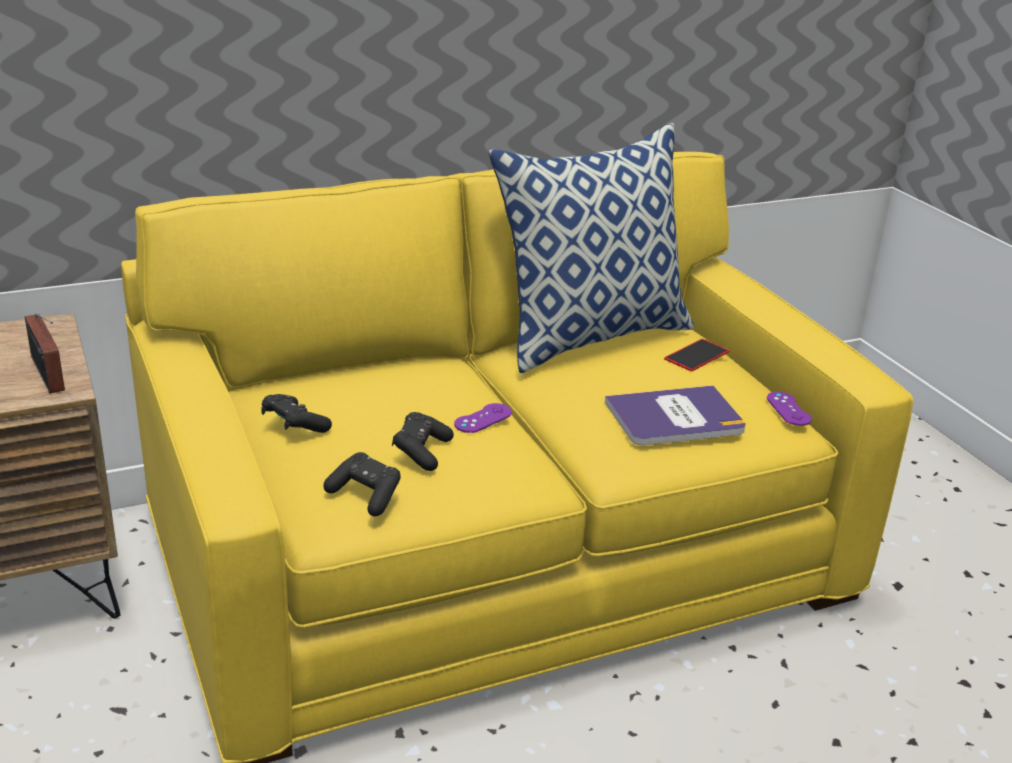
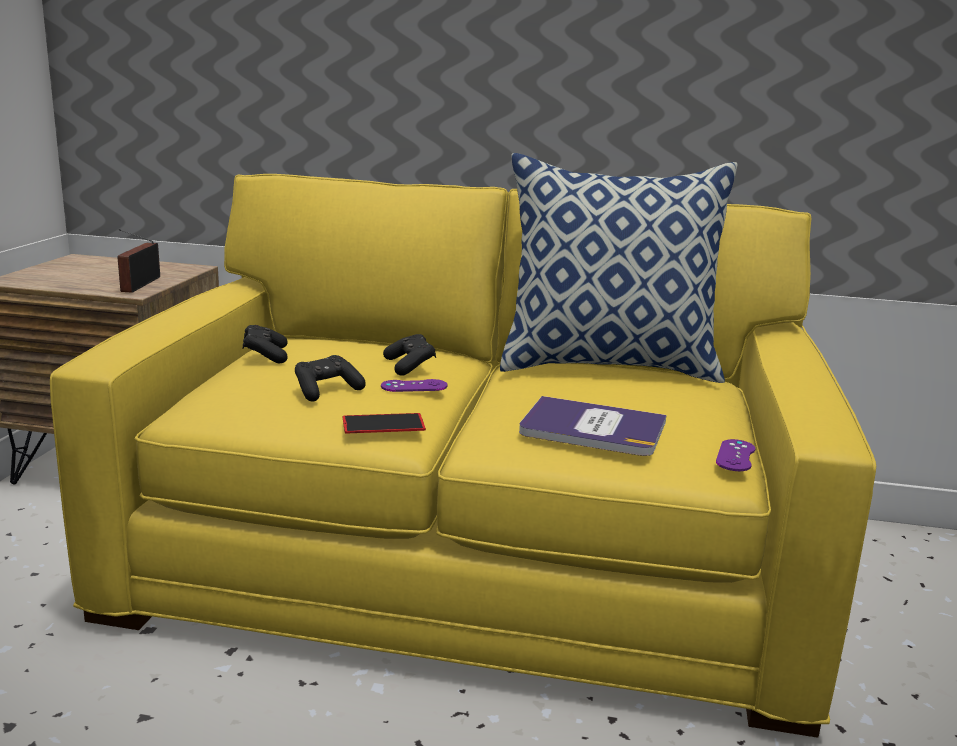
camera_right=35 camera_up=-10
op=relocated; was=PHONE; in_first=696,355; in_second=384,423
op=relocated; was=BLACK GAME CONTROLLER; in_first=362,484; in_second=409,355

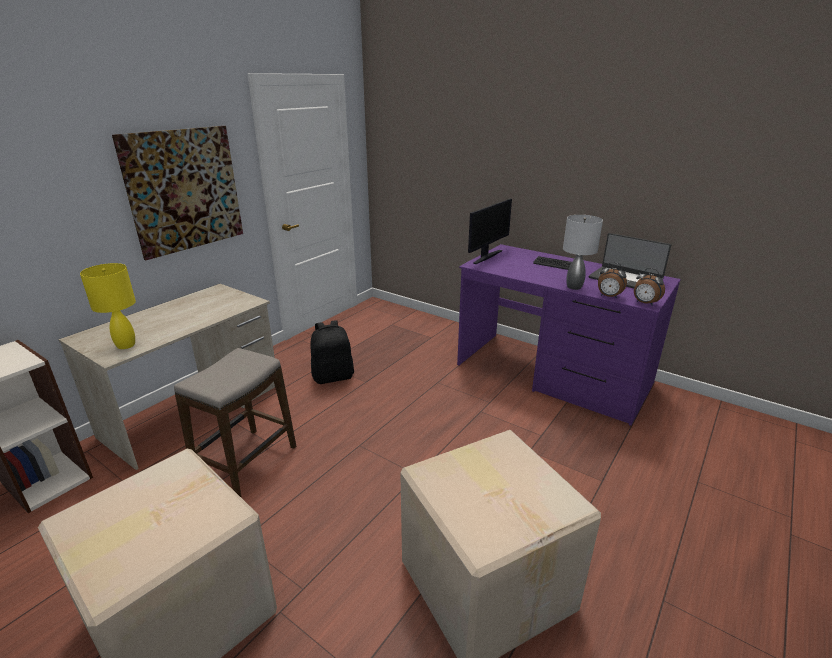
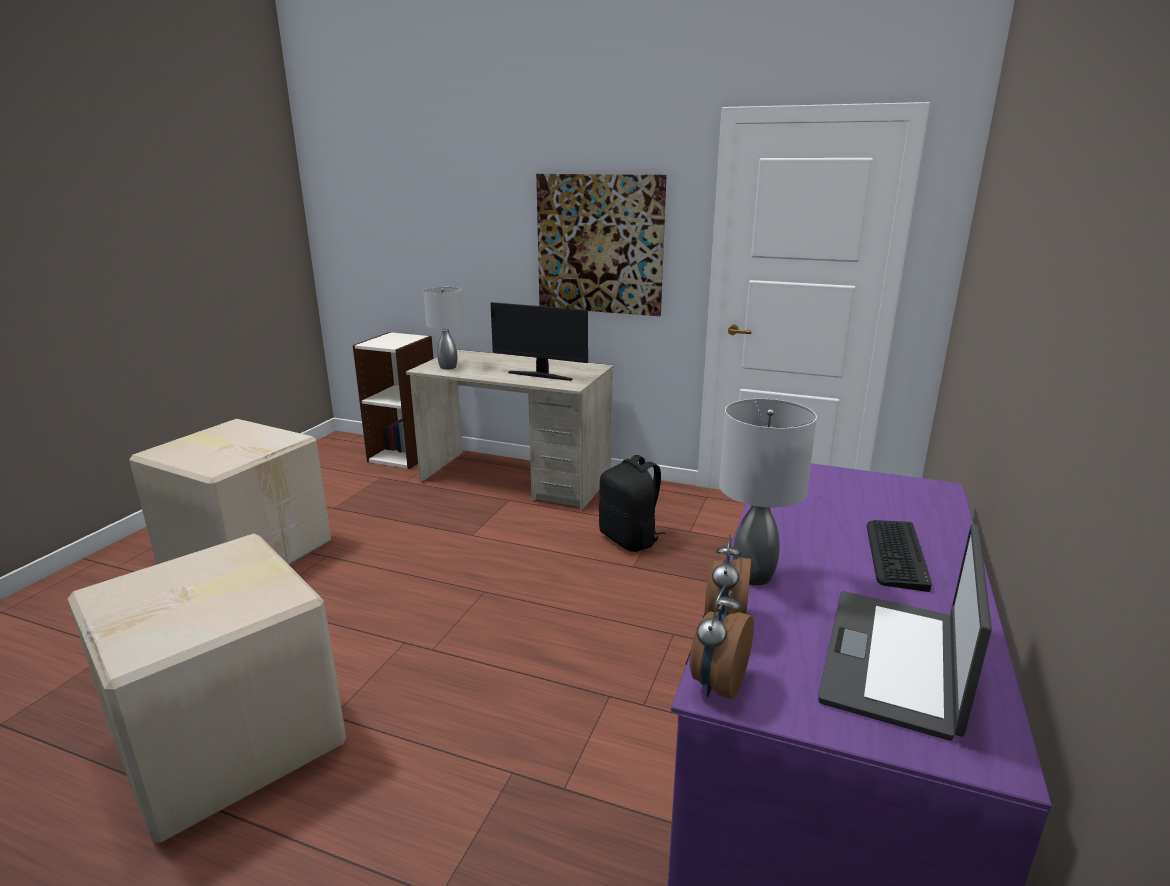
camera_right=75 camera_up=-5
op=relocated; was=MONITOR; in_first=490,231; in_second=539,341
op=colour; was=YELLOW TABLE LAMP; now=GREY TABLE LAMP; in_first=108,306; in_second=443,328
op=missing; was=STOOL; in_first=235,422

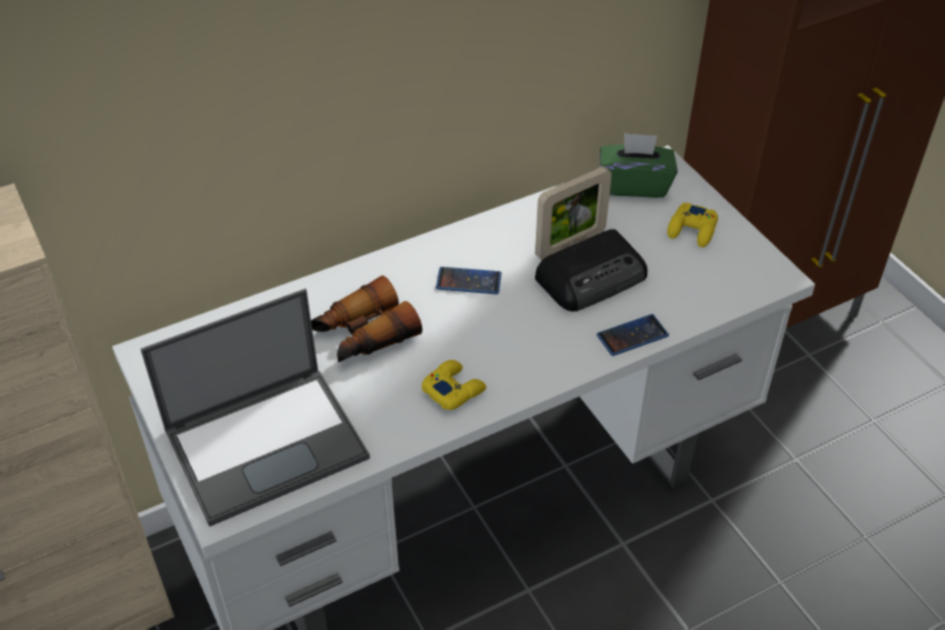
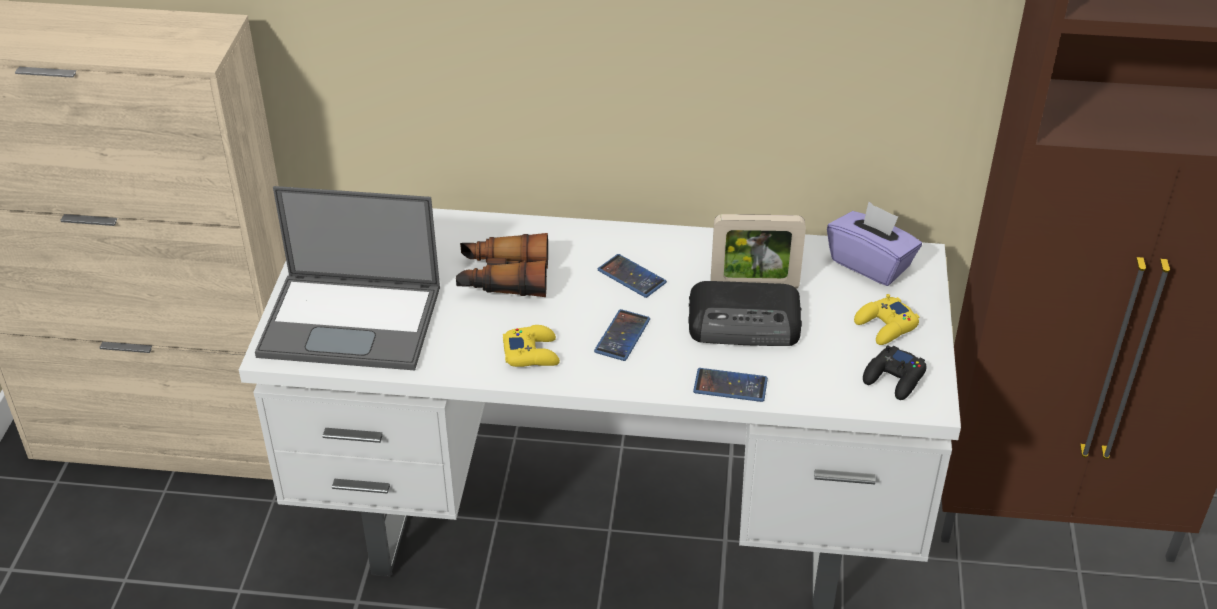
camera_right=35 camera_up=-5
op=colour; was=GREEN TISSUE BOX; now=PURPLE TISSUE BOX; in_first=638,165; in_second=874,244
op=appeared; now=PHONE; in_second=622,335
op=appeared; now=BLACK GAME CONTROLLER; in_second=895,372

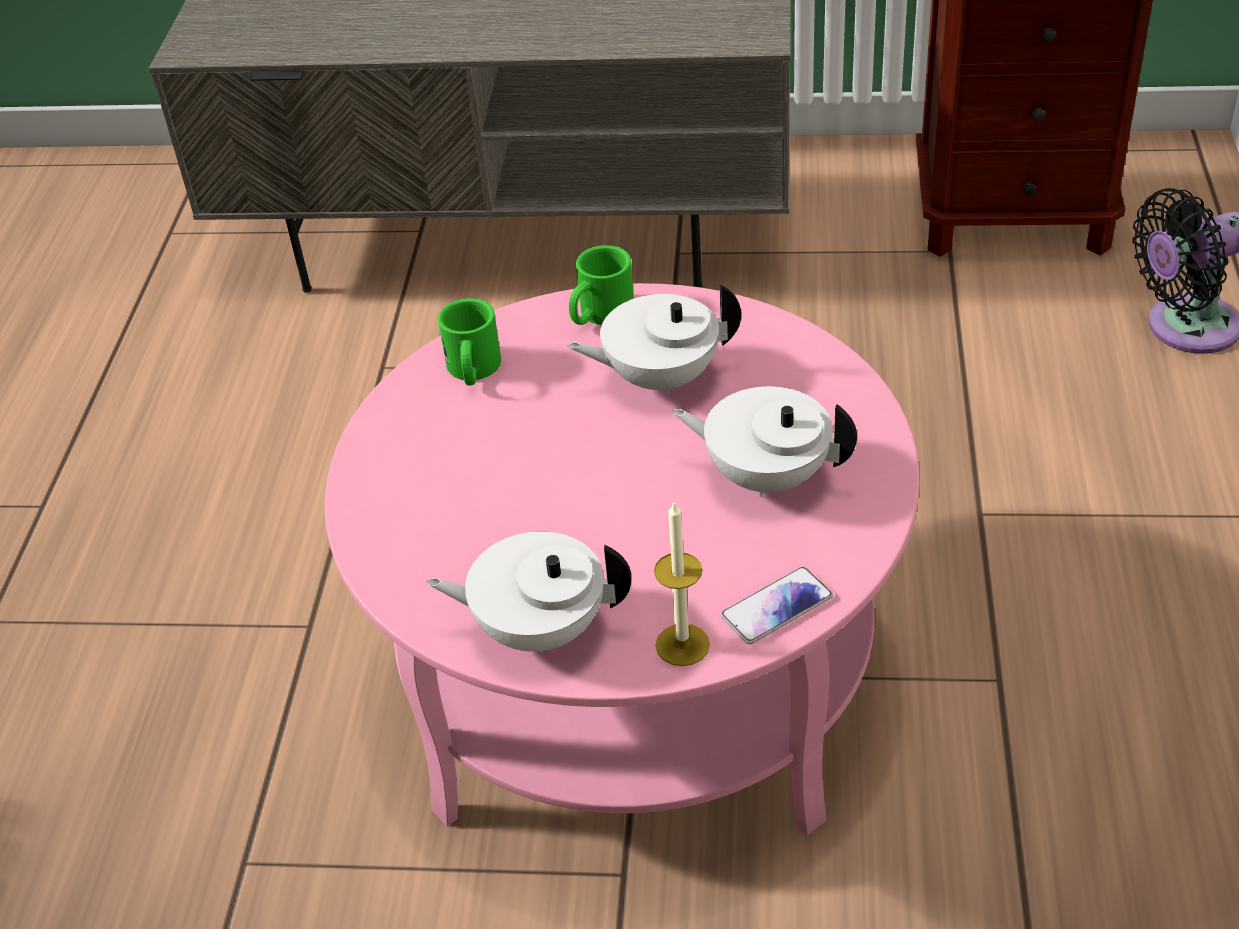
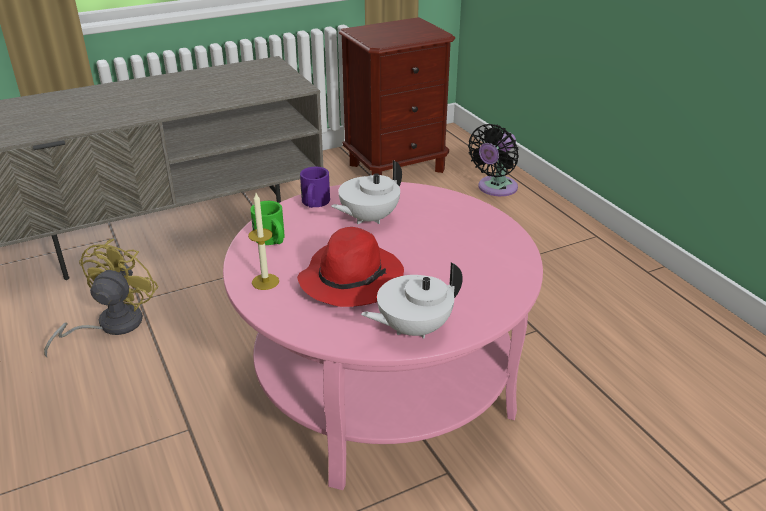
camera_right=-35 camera_up=-10
op=colour; was=GREEN MUG; now=PURPLE MUG; in_first=601,285; in_second=315,187
op=missing; was=WHITE TEAPOT; in_first=764,441
op=relocated; was=CANDLE; in_first=682,584; in_second=263,241
op=missing; was=PHONE; in_first=777,605
op=appeared; now=RED HAT; in_second=350,267
op=appeared; now=YELLOW FAN; in_second=101,298

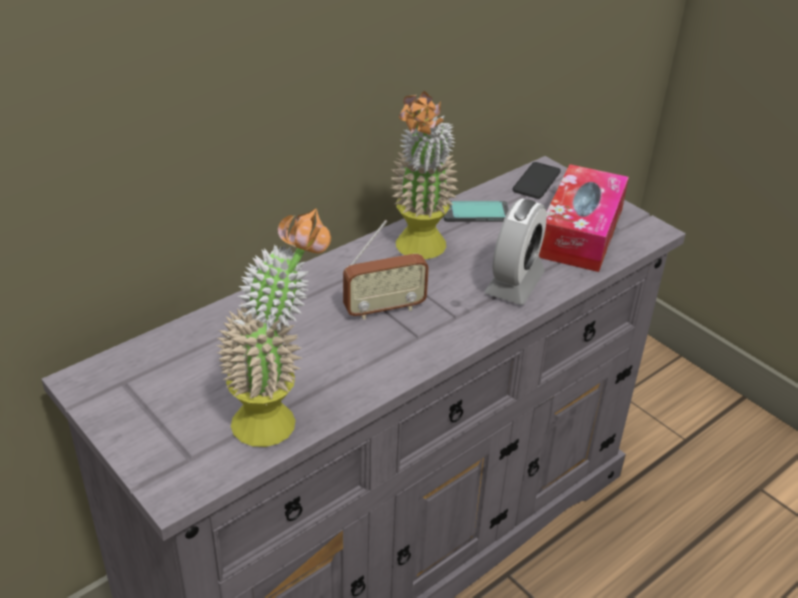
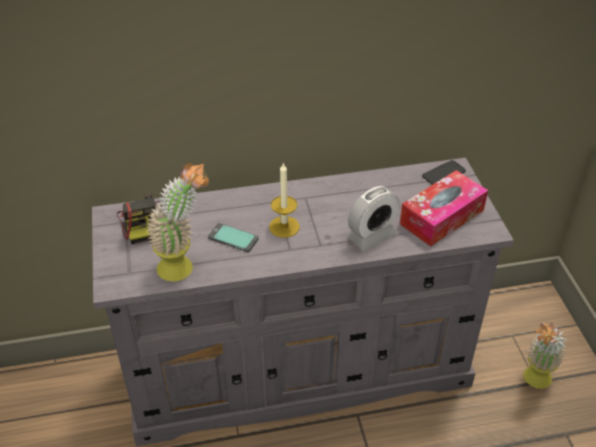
camera_right=30 camera_up=5
op=relocated; was=POTTED PLANT; in_first=424,175; in_second=545,356
op=relocated; was=PHONE; in_first=476,211; in_second=233,237
op=exchanged; was=RADIO; now=CANDLE; in_first=386,270; in_second=284,200
op=appeared; now=PHOTO CAMERA; in_second=139,219

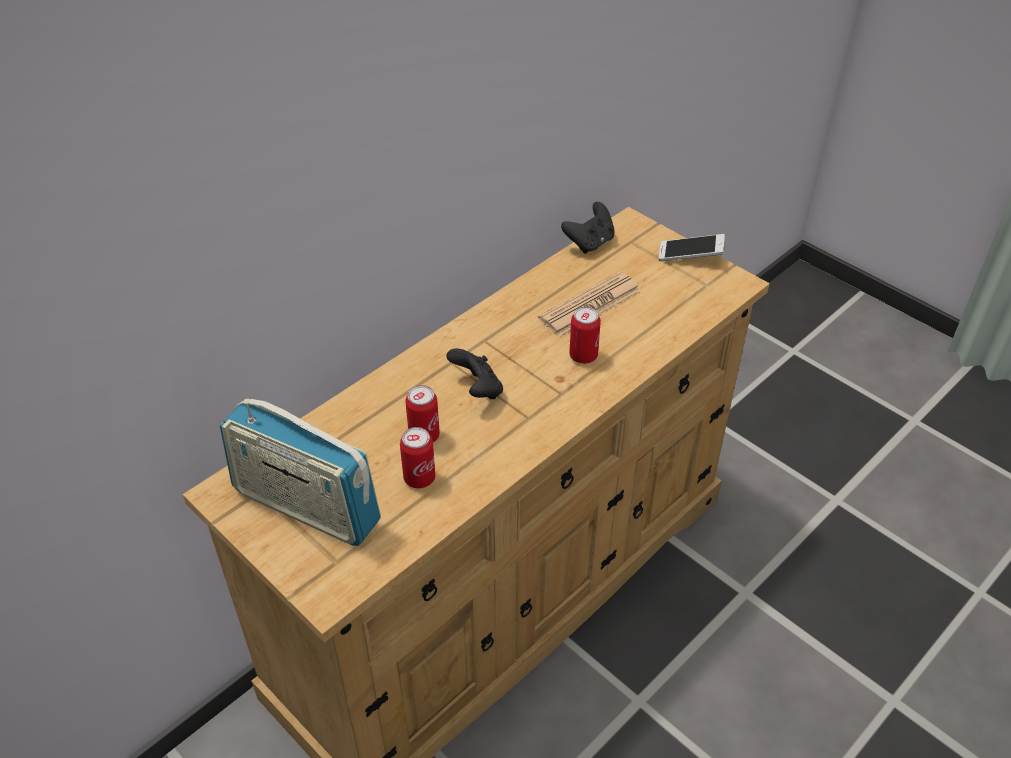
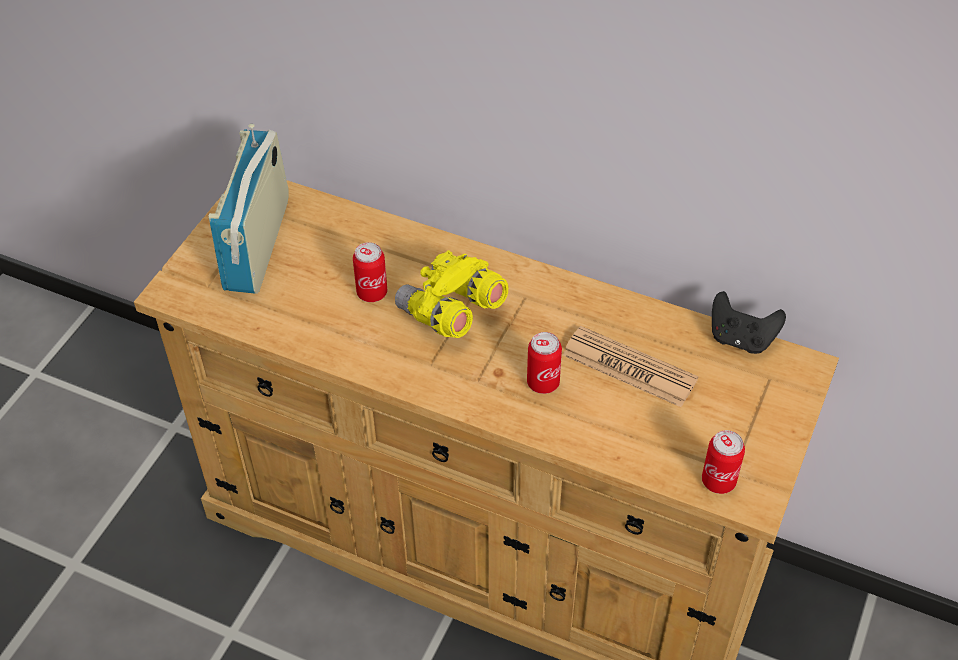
camera_right=70 camera_up=5
op=missing; was=PHONE; in_first=691,247
op=exchanged; was=BLACK GAME CONTROLLER; now=YELLOW BINOCULARS; in_first=474,373; in_second=451,294
op=relocated; was=CAN; in_first=417,458; in_second=723,462

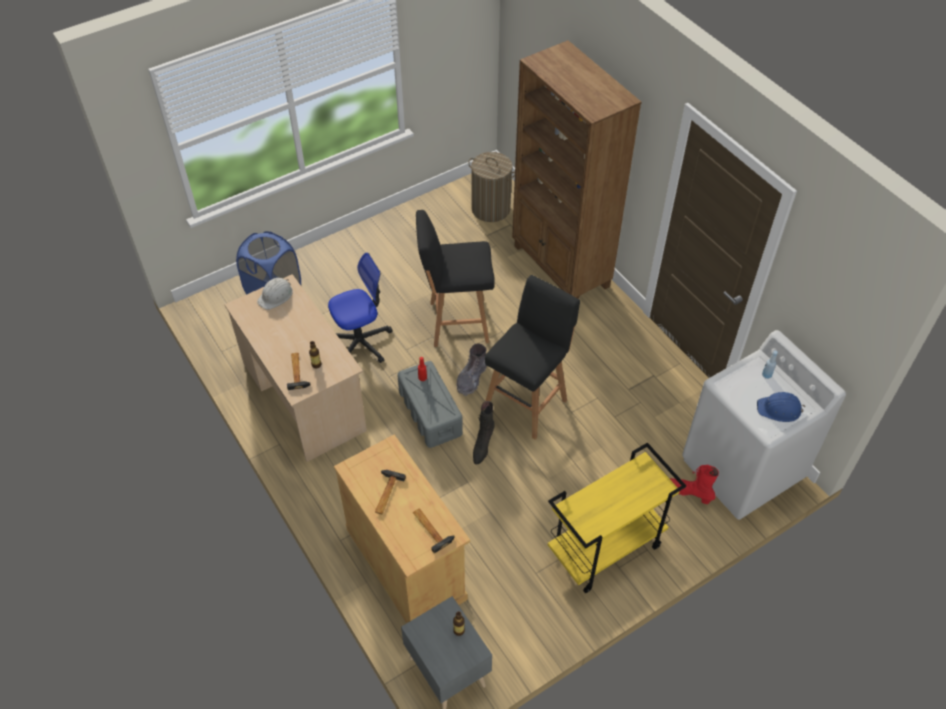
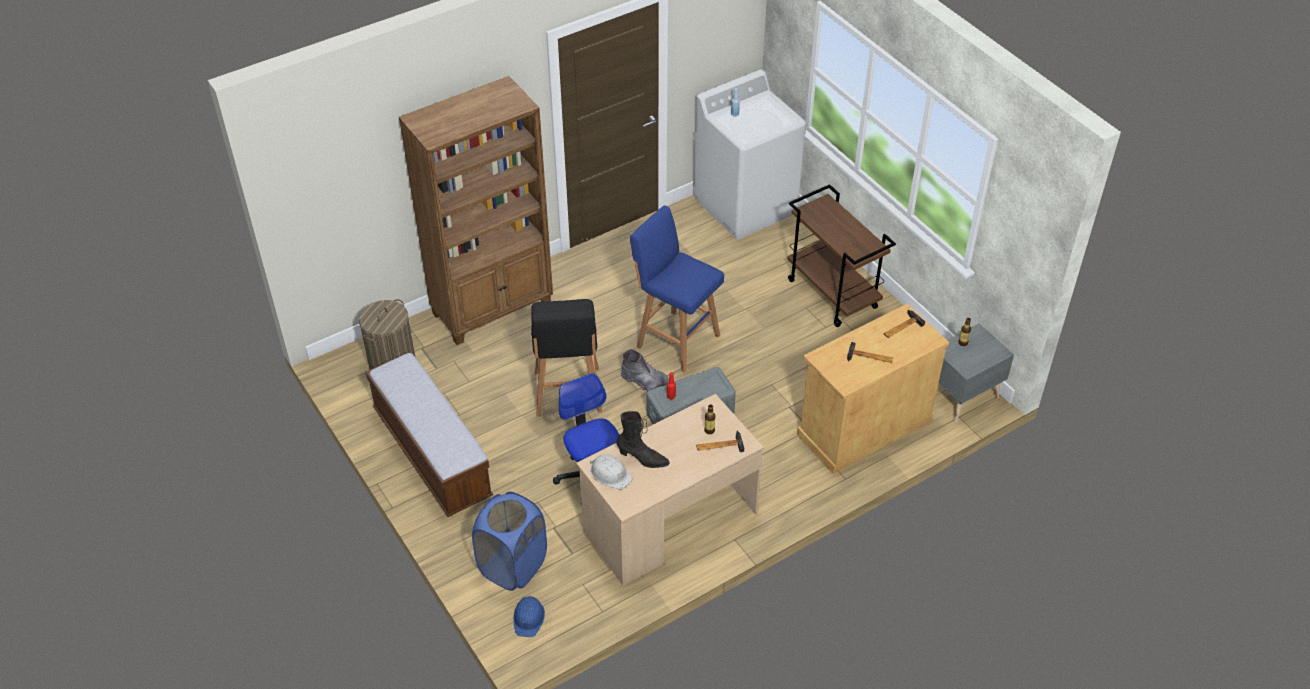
camera_right=-90 camera_up=-5
op=colour; was=BLACK STOOL; now=BLUE STOOL; in_first=532,357; in_second=677,289
op=relocated; was=BLUE HARD HAT; in_first=781,407; in_second=529,616
op=relocated; was=BLACK BOOT; in_first=484,433; in_second=643,439
op=colour; was=YELLOW CART; now=BROWN CART; in_first=617,517; in_second=841,255
op=missing; was=RED BOOT; in_first=694,484
op=appeared; now=BENCH; in_second=429,434

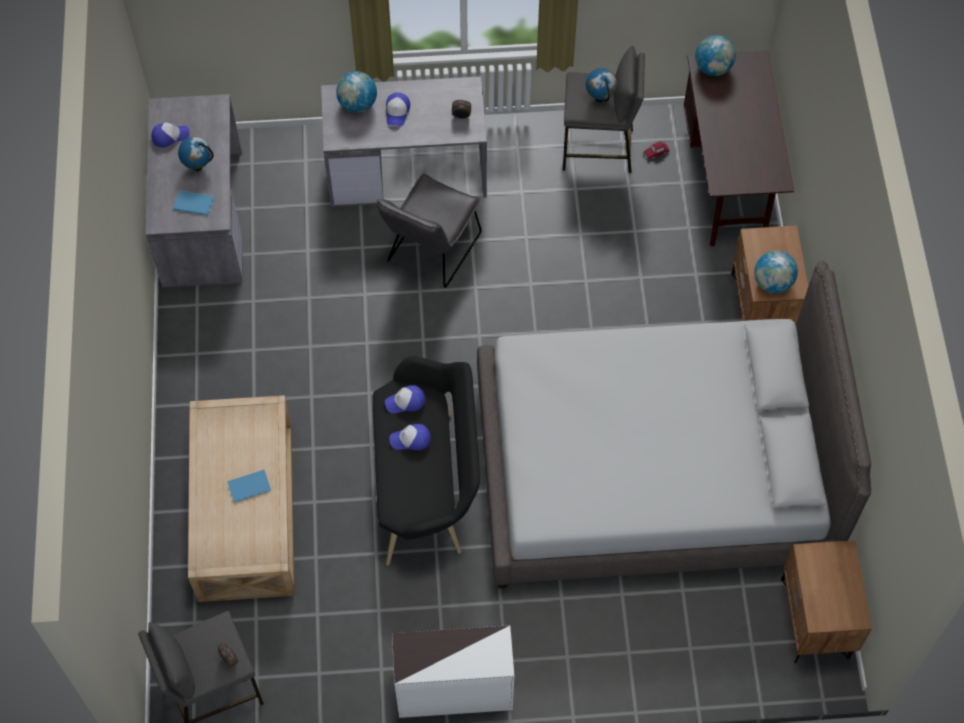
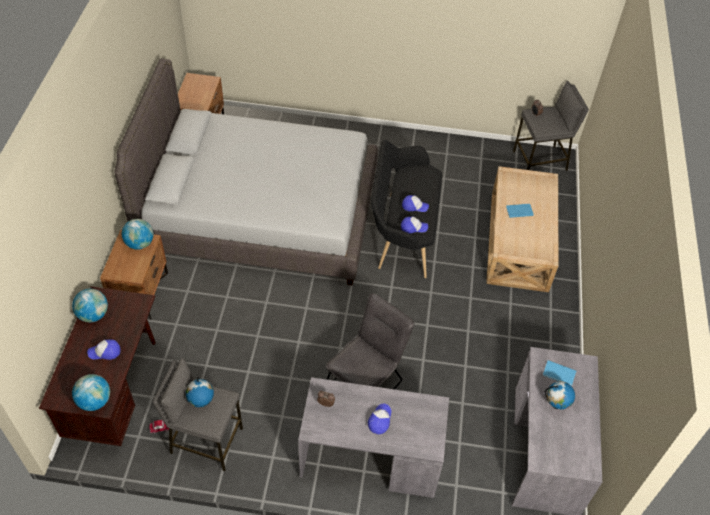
camera_right=-170 camera_up=-10
op=relocated; was=GLOBE; in_first=356,92; in_second=90,305
op=relocated; was=CAP; in_first=170,134; in_second=104,349
op=missing; was=WHITE DRESSER; in_first=453,671

